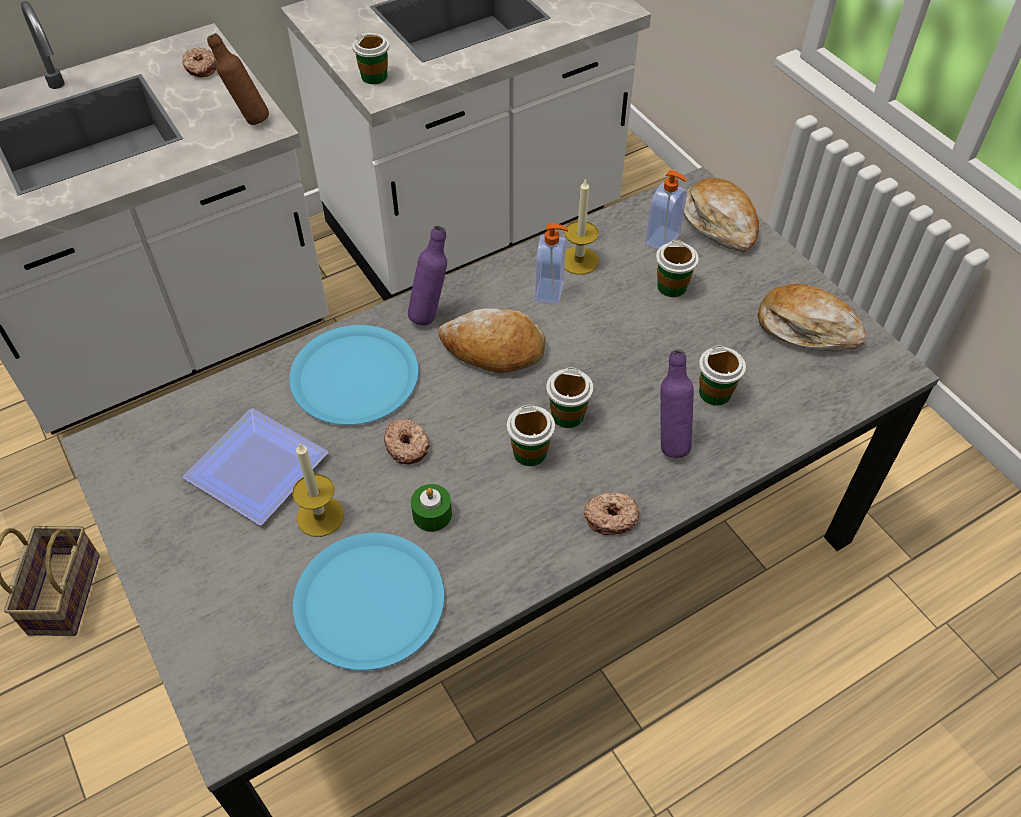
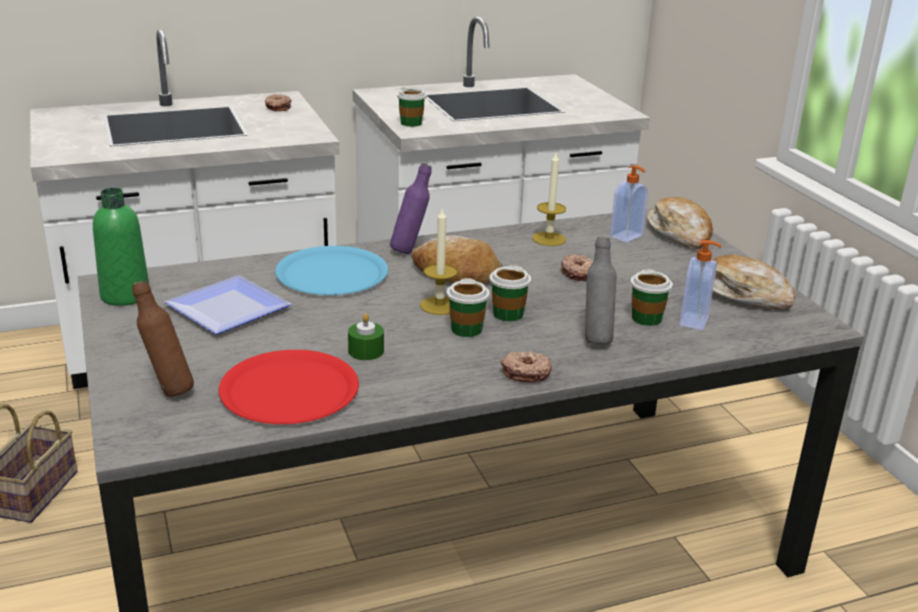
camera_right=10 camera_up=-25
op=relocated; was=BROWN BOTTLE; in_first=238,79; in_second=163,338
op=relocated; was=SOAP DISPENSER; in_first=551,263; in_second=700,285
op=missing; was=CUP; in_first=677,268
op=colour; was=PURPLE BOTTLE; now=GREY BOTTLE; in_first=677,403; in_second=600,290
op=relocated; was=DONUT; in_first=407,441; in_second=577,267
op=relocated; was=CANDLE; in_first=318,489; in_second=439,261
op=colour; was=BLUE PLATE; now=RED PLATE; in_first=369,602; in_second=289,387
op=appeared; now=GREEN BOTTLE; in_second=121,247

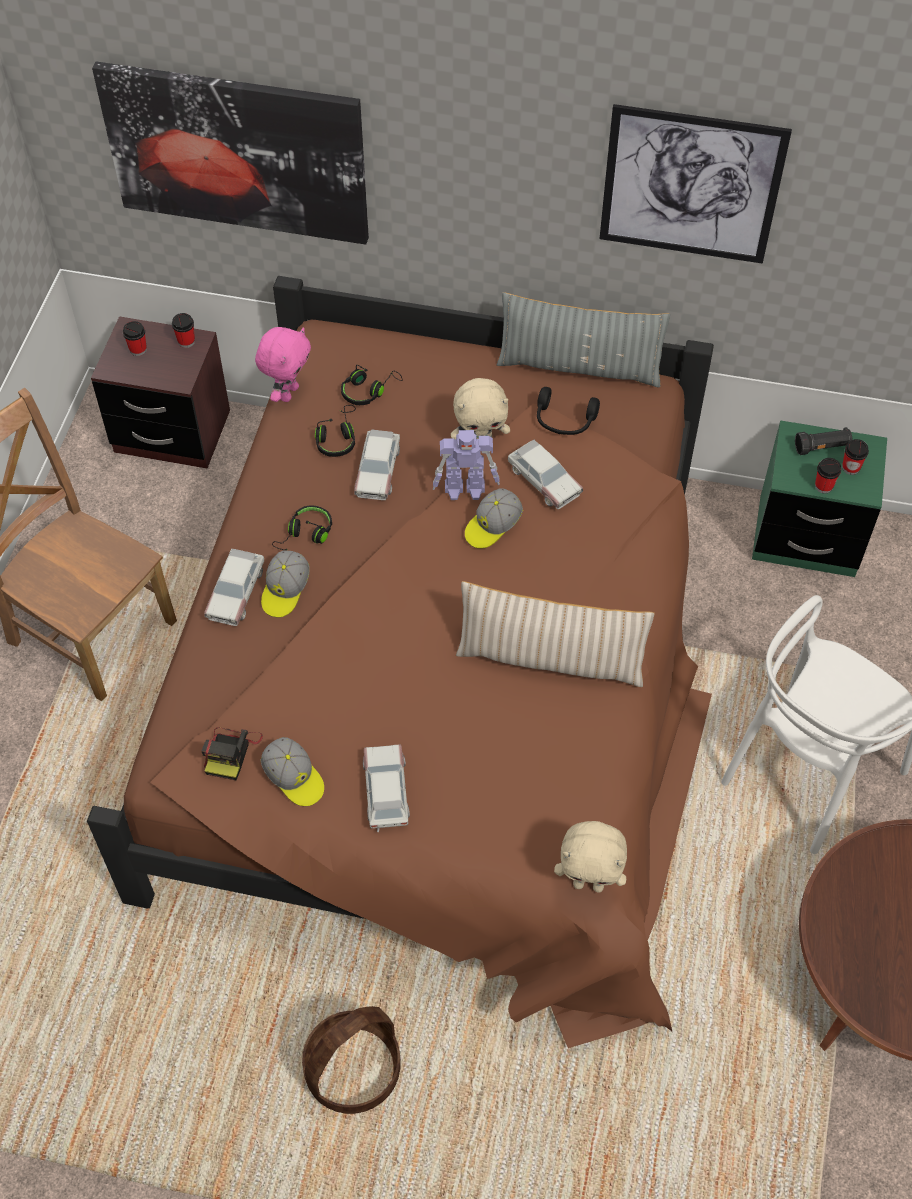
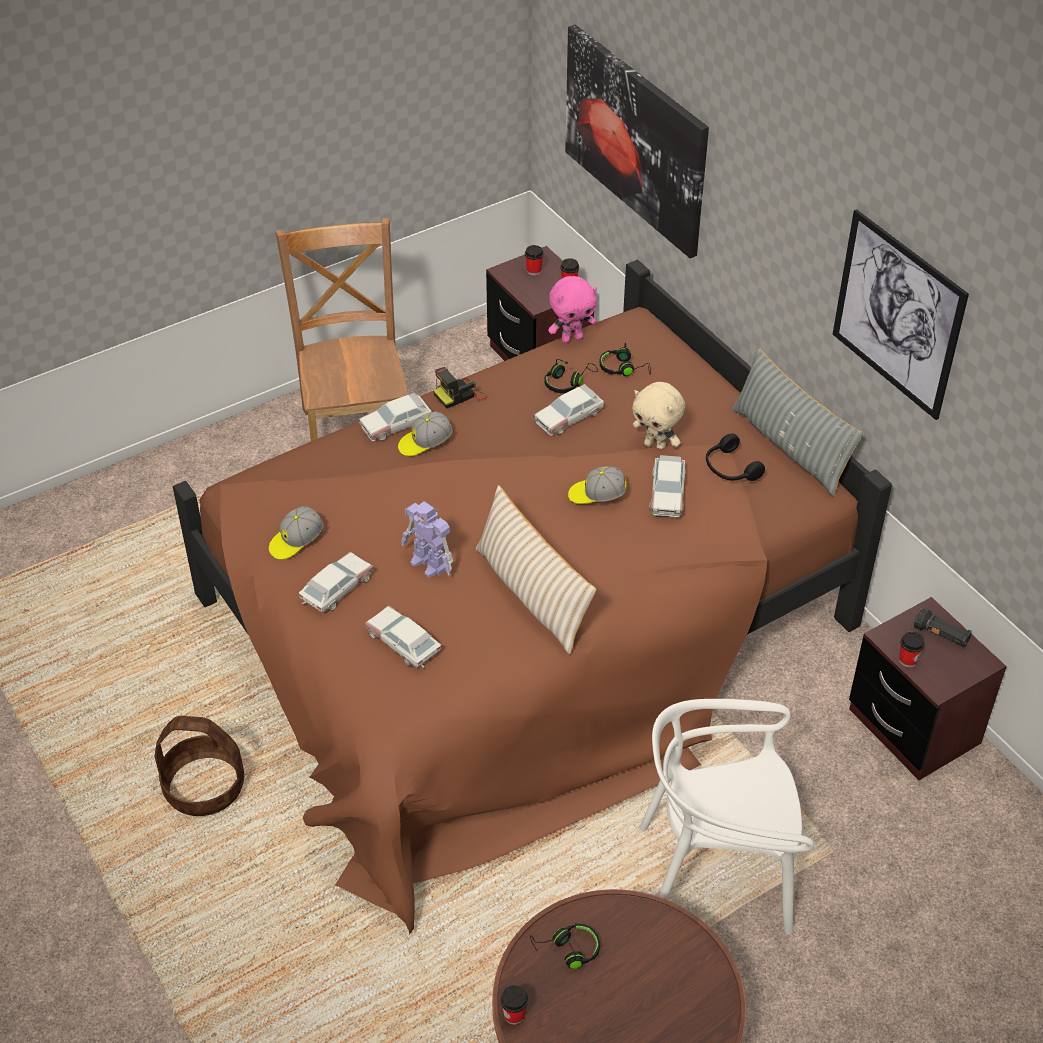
camera_right=45 camera_up=-10
op=colour; was=GREEN NIGHTSTAND; now=BROWN NIGHTSTAND; in_first=819,498; in_second=928,688
op=relocated; was=TOY ROBOT; in_first=466,465; in_second=427,539
op=relocated; was=CUP; in_first=855,457; in_second=514,1005
op=relocated; was=BLACK HEADPHONES; in_first=302,527; in_second=565,946
op=relocated; was=PHOTO CAMERA; in_first=232,753; in_second=460,388
op=spun; was=CAP; in_first=292,771; in_second=296,533; clockwise=45
op=missing; was=BEIGE PLUSH TOY; in_first=590,857
op=appeared; now=TOY CAR; in_second=403,637

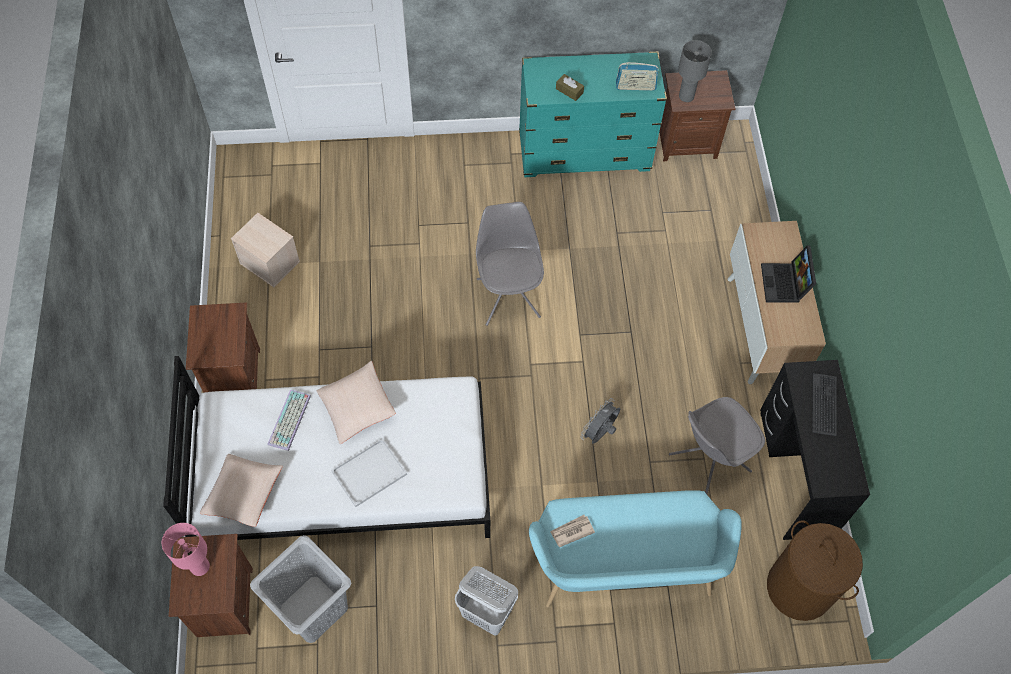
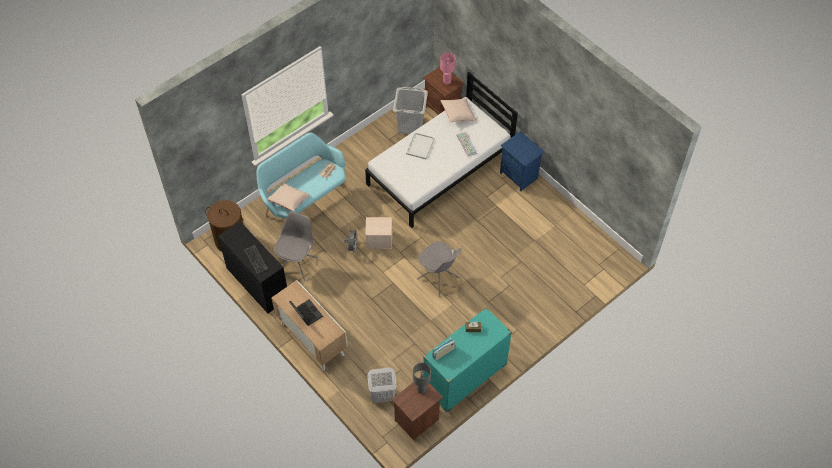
camera_right=145 camera_up=-5
op=relocated; was=BEIGE STORAGE BOX; in_first=265,250; in_second=378,233
op=colour; was=BROWN NIGHTSTAND; now=BLUE NIGHTSTAND; in_first=223,347; in_second=522,161
op=relocated; was=BEIGE PILLOW; in_first=356,402; in_second=288,197
op=relocated; was=WHITE LAUNDRY BASKET; in_first=486,600; in_second=382,385

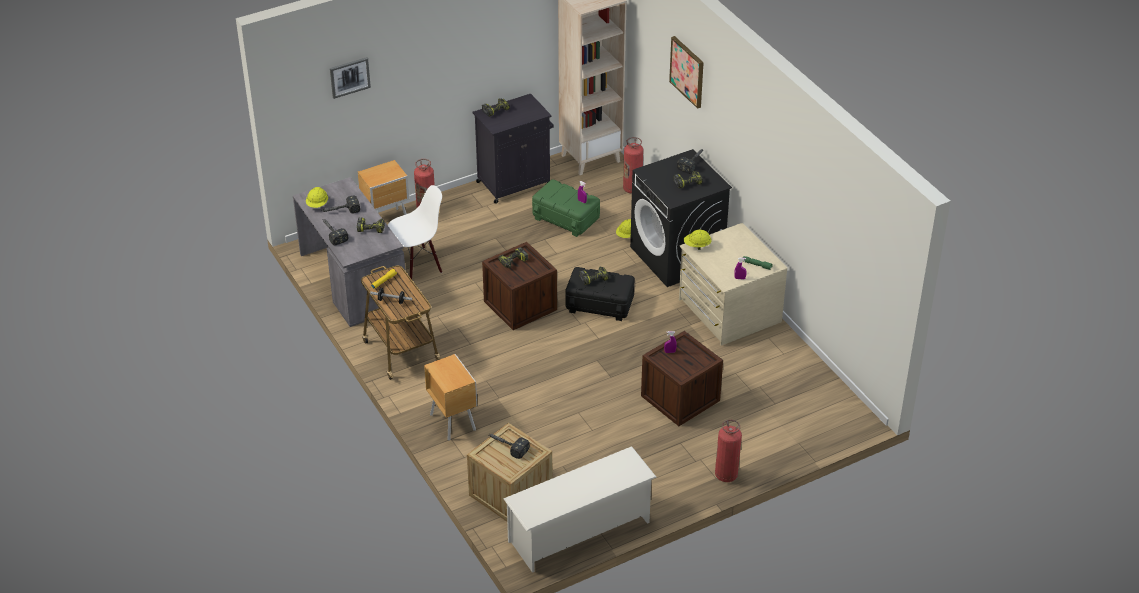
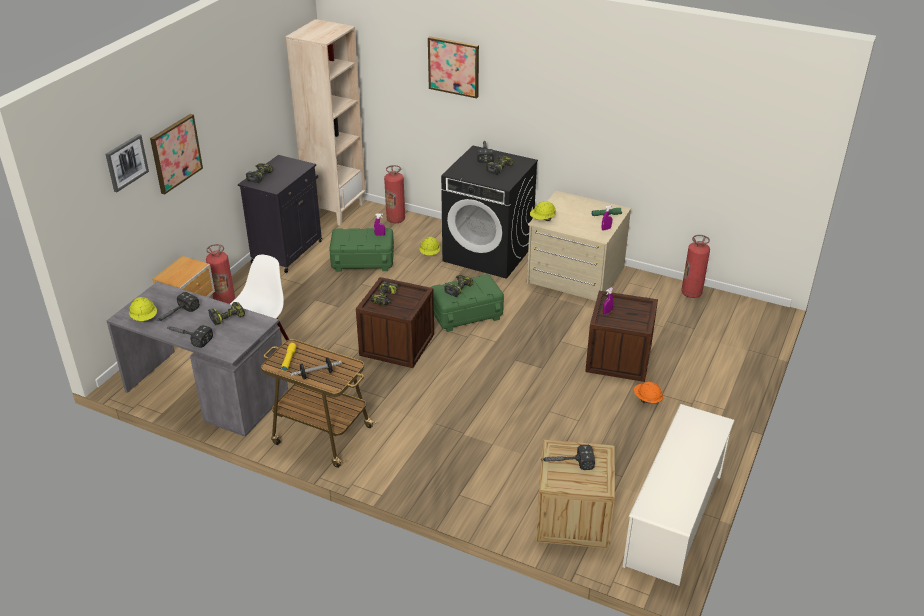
camera_right=-35 camera_up=-5
op=colour; was=BLACK STORAGE BOX; now=GREEN STORAGE BOX; in_first=600,294; in_second=467,303
op=missing; was=BROWN NIGHTSTAND; in_first=450,397
op=relocated; was=FIRE EXTINGUISHER; in_first=728,451; in_second=695,266
op=appeared; now=PICTURE; in_second=176,154
op=appeared; now=ORANGE HARD HAT; in_second=648,392

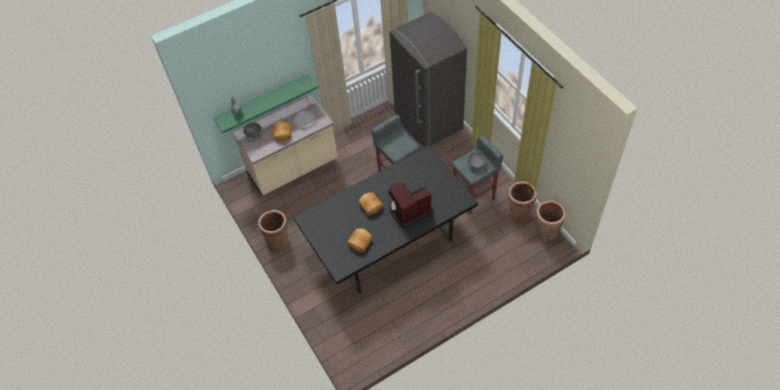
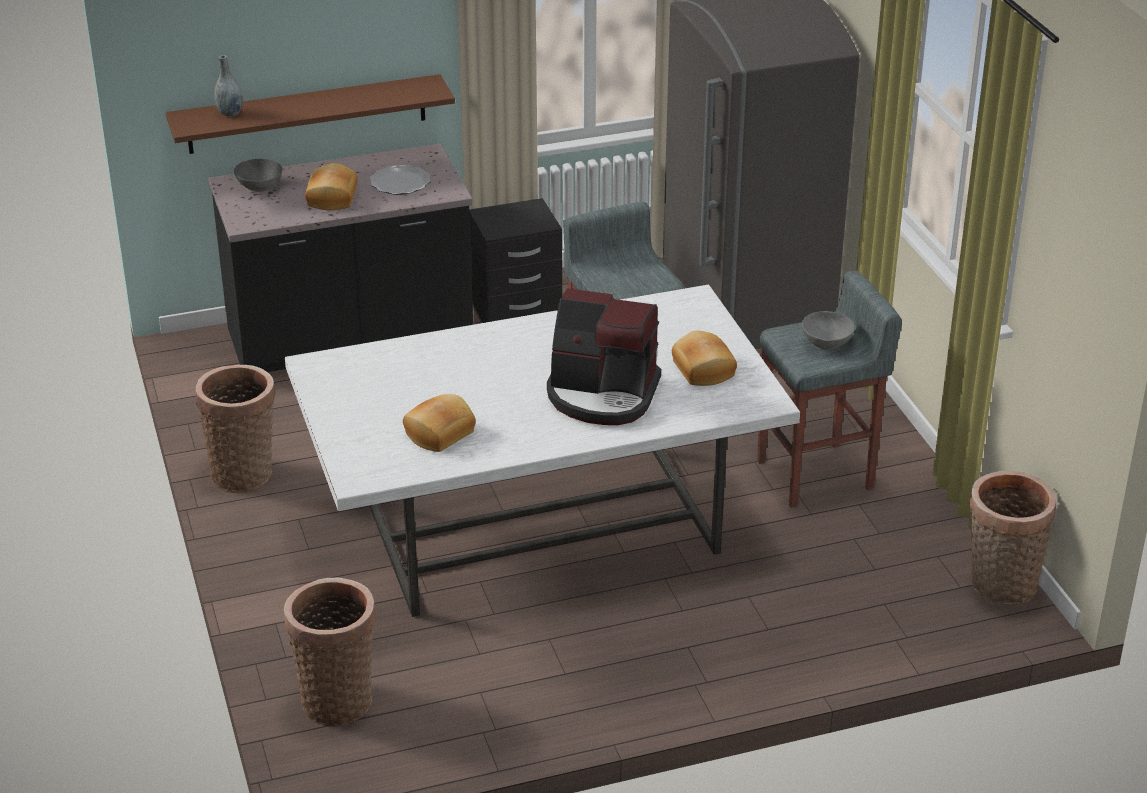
camera_right=10 camera_up=-20
op=colour; was=GREEN SHELF; now=BROWN SHELF; in_first=266,103; in_second=310,114
op=colour; was=BEIGE COUNTER; now=BLACK COUNTER; in_first=285,145; in_second=340,257
op=colour; was=BLACK DINING TABLE; now=WHITE DINING TABLE; in_first=385,220; in_second=542,451
op=relocated; was=BASKET; in_first=522,202; in_second=330,652
op=spun; was=COFFEE MACHINE; in_first=411,205; in_second=604,356; clockwise=-150
op=relocated; was=BREAD; in_first=370,203; in_second=704,358
op=appeared; now=BLACK NIGHTSTAND; in_second=515,260

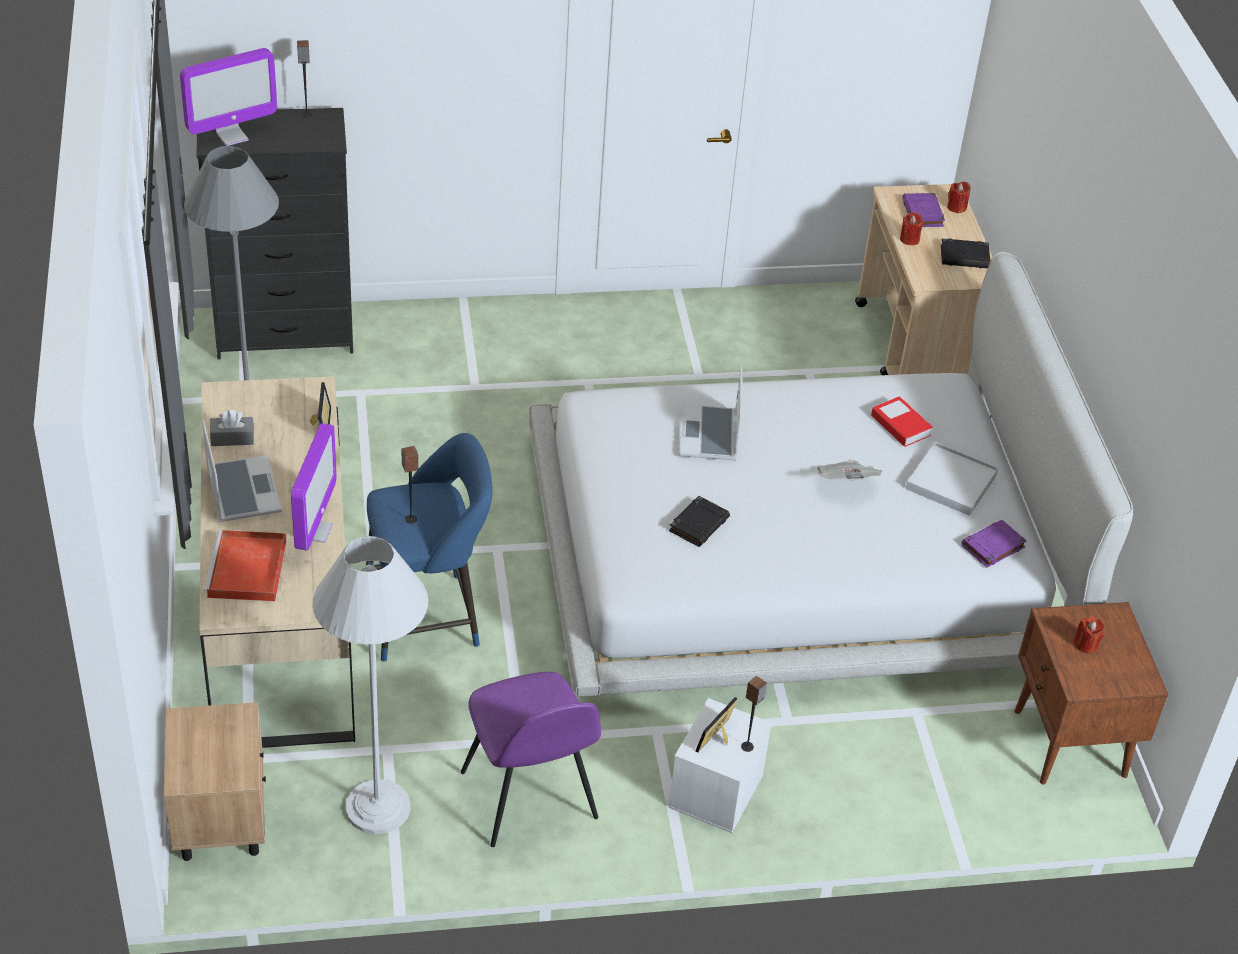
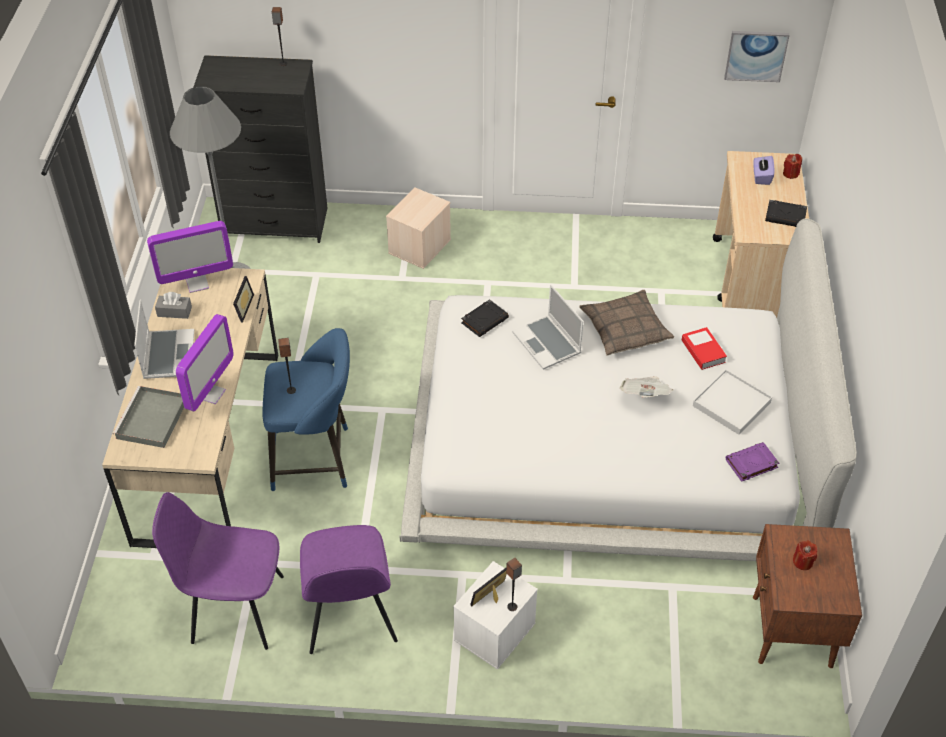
camera_right=15 camera_up=5
op=relocated; was=MONITOR; in_first=228,97; in_second=190,257
op=exchanged; was=PURPLE BOOK; now=PURPLE TISSUE BOX; in_first=923,210; in_second=763,170
op=missing; was=RED CANDLE; in_first=911,228
op=spun; was=LAPTOP; in_first=711,413; in_second=548,327; clockwise=-45
op=relocated; was=BLACK BOOK; in_first=699,521; in_second=485,318
op=colour; was=RED TRAY; now=GREY TRAY; in_first=245,565; in_second=148,417
op=exchanged; was=WHITE FLOOR LAMP; now=PURPLE CHAIR; in_first=370,685; in_second=218,571
op=missing; was=BEIGE NIGHTSTAND; in_first=215,781
op=appeared; now=PICTURE; in_second=757,56
op=appeared; now=BEIGE STORAGE BOX; in_second=418,228
op=appeared; now=PILLOW; in_second=626,323

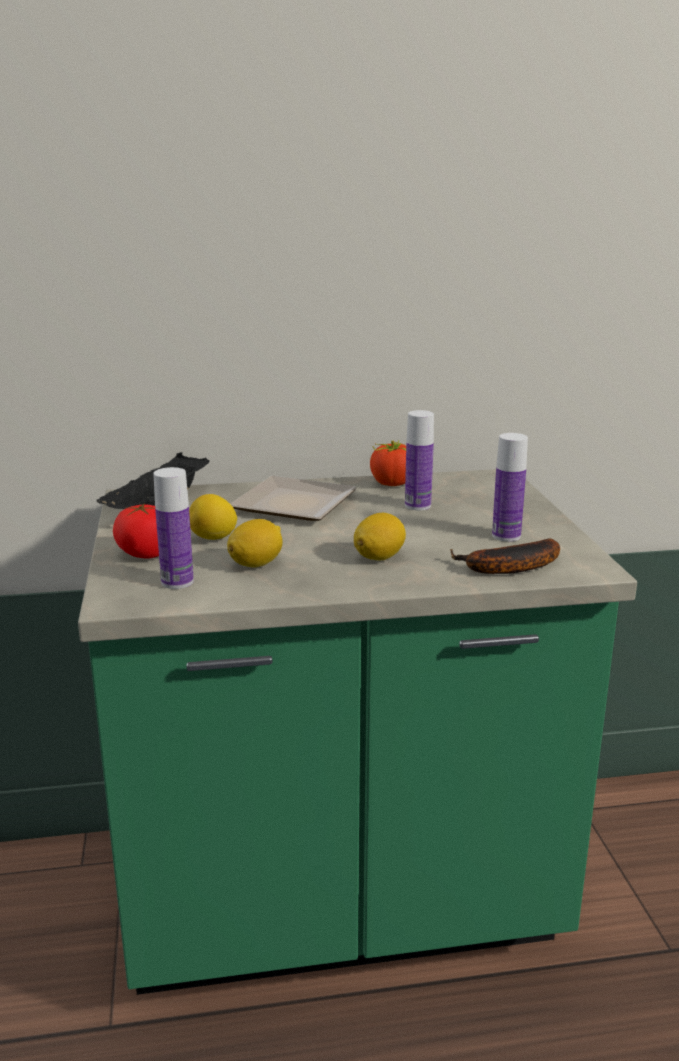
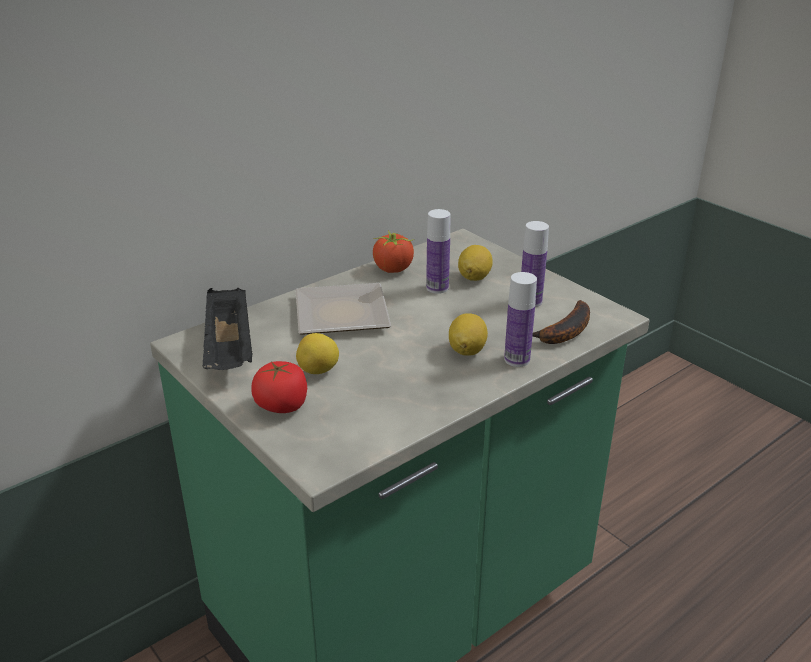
camera_right=-30 camera_up=10
op=relocated; was=BOTTLE; in_first=173,528; in_second=520,319
op=relocated; was=LEMON; in_first=255,543; in_second=475,263

